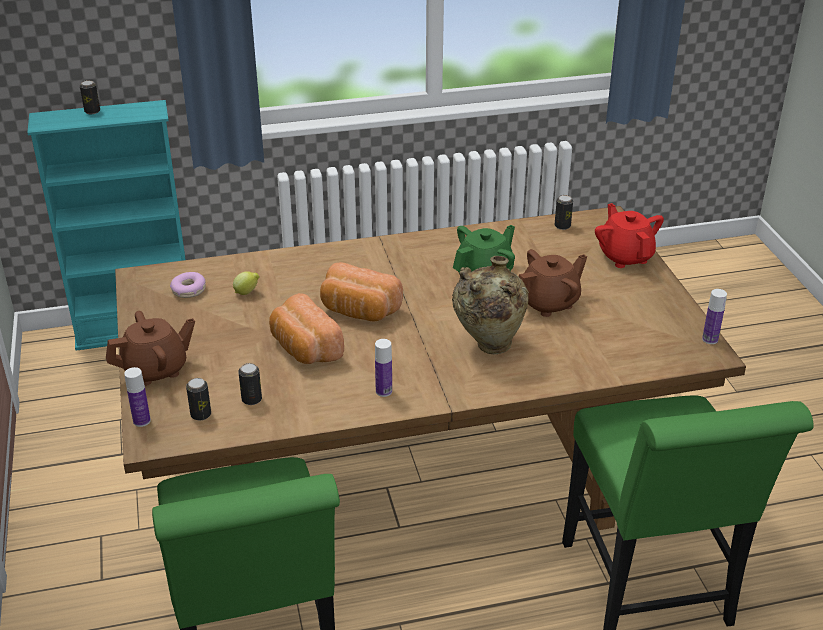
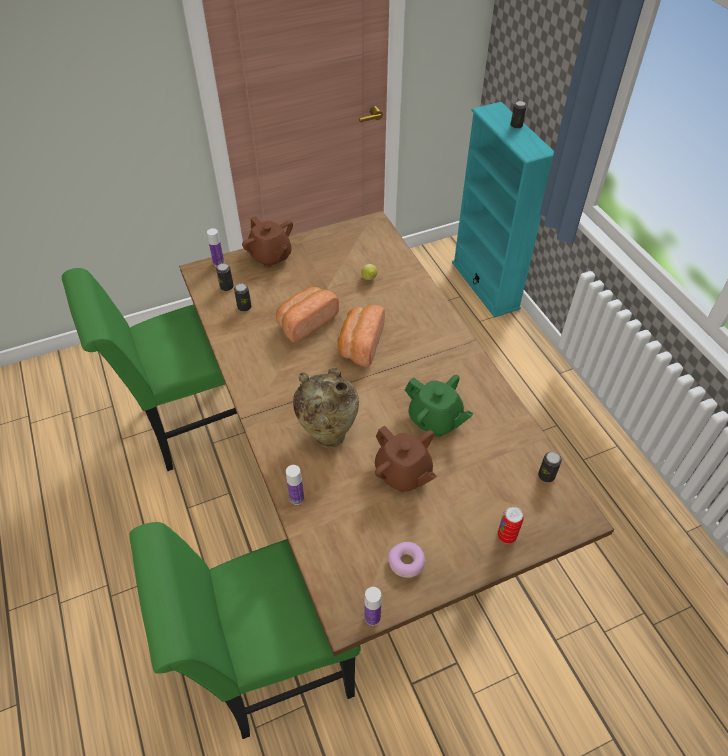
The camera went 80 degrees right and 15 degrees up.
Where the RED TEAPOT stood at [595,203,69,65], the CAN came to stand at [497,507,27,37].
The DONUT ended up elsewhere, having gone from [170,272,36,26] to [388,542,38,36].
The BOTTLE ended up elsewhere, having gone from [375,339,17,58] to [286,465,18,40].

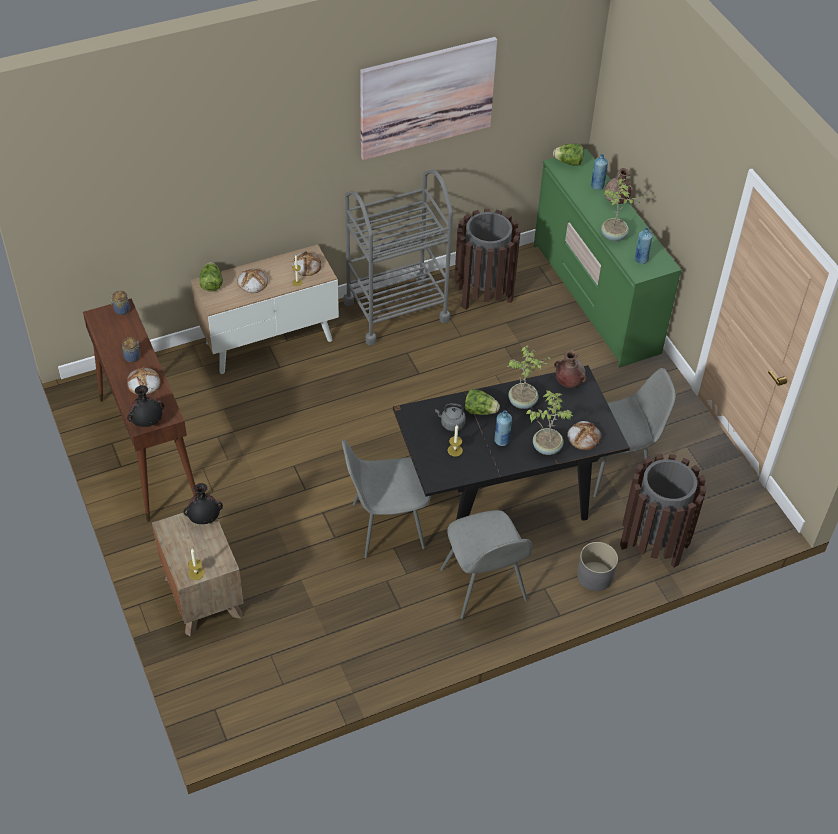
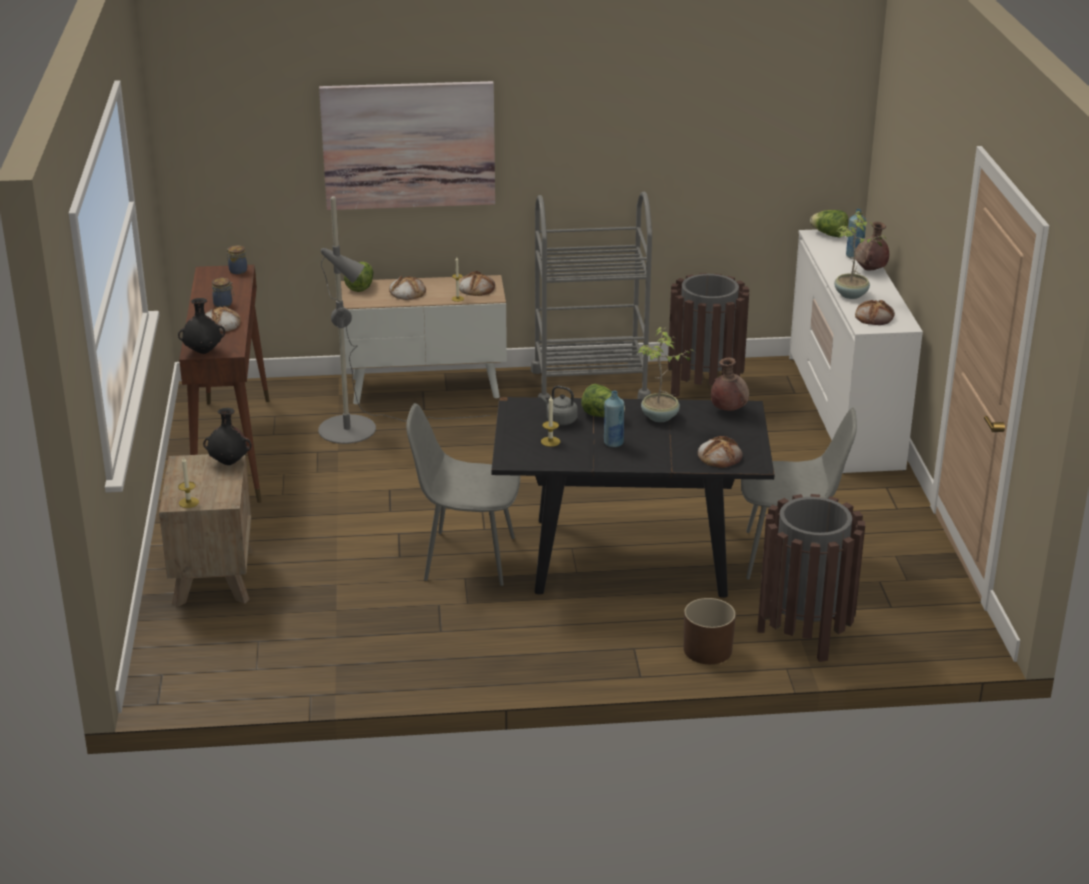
The camera went 20 degrees right and 20 degrees down.
The PICTURE ended up elsewhere, having gone from [360,37,137,123] to [319,81,176,129].
What was the GREEN DRESSER at [534,149,147,218] turned into the WHITE DRESSER at [789,229,134,245].
Where the BLUE BOTTLE stood at [635,227,18,37], the BREAD came to stand at [855,300,40,25].
The second view lost the POTTED PLANT at [526,390,47,65].
The second view lost the GREY CHAIR at [440,510,92,109].
What was the GREY PLANTER at [577,542,41,49] turned into the BROWN PLANTER at [684,598,52,66].
The second view gained the GREY FLOOR LAMP at [318,196,172,248].

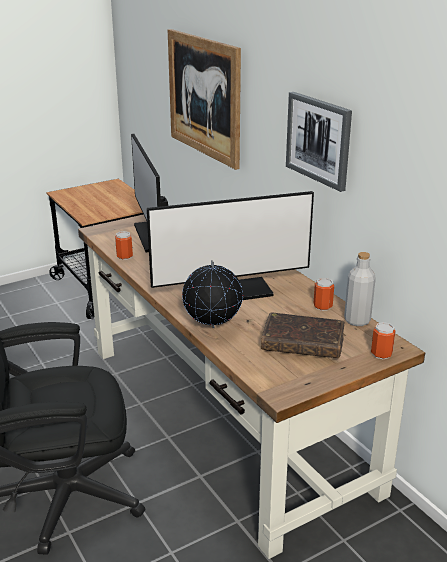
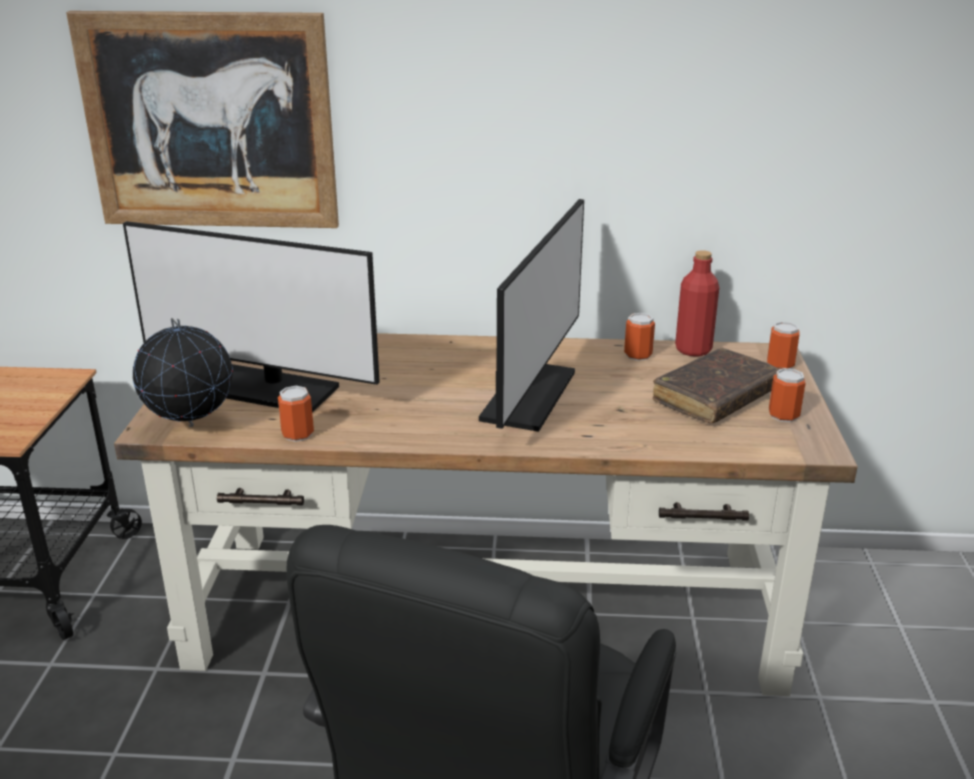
The camera went 55 degrees left and 0 degrees up.
The second view lost the PICTURE at [286,92,66,100].
What was the GREY BOTTLE at [344,252,32,74] turned into the RED BOTTLE at [675,250,44,106].
The GLOBE ended up elsewhere, having gone from [182,260,61,68] to [133,318,100,109].
The second view gained the CAN at [769,368,37,54].

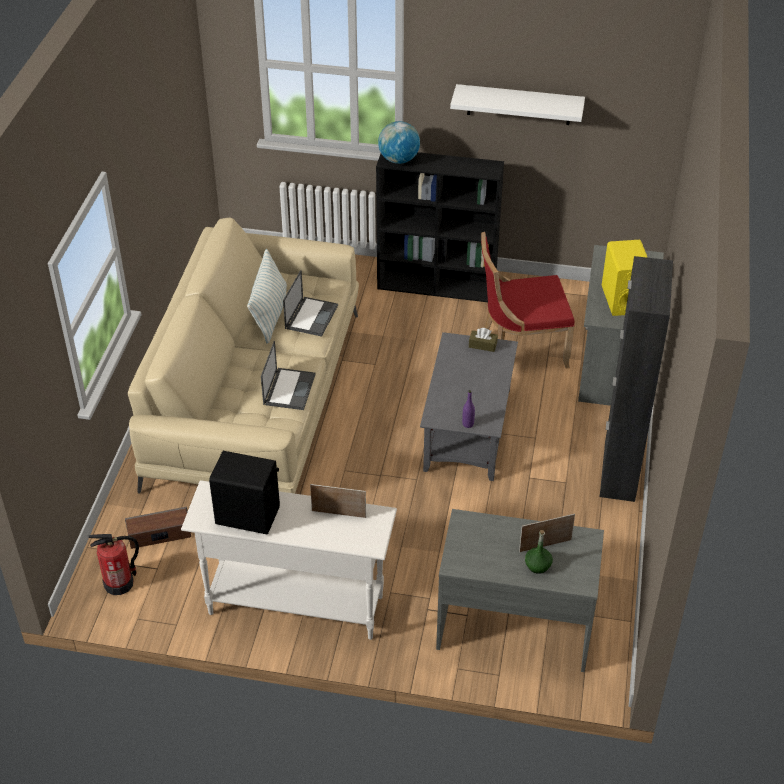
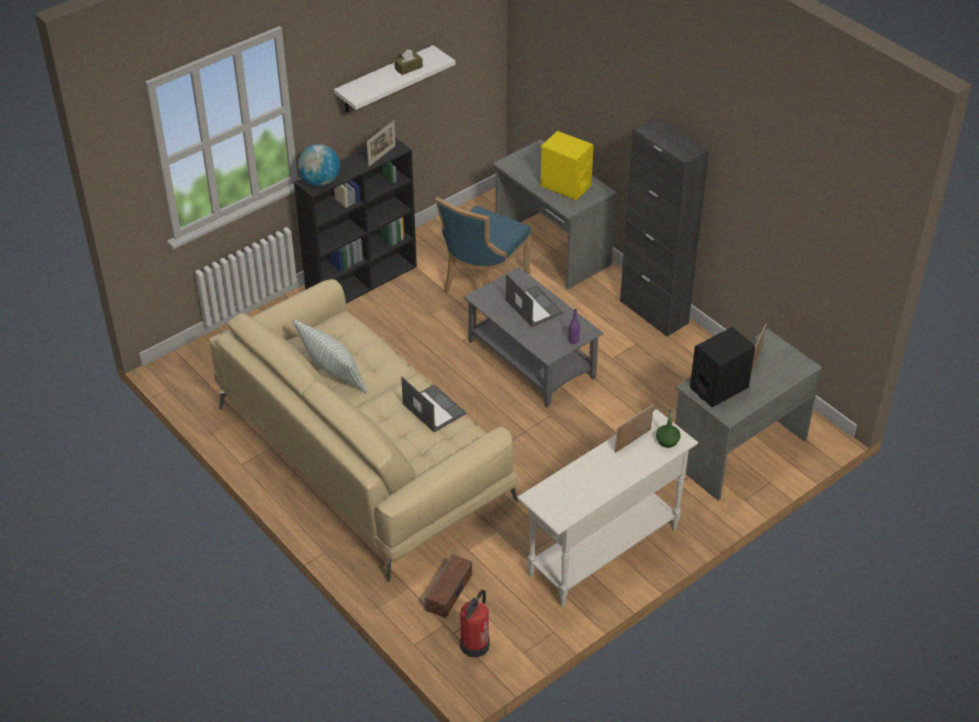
The camera went 50 degrees left and 0 degrees up.
What was the RED CHAIR at [481,232,94,136] turned into the BLUE CHAIR at [435,197,96,96].
The LAPTOP ended up elsewhere, having gone from [283,270,55,67] to [506,273,57,54].
The BROWN TISSUE BOX ended up elsewhere, having gone from [469,328,29,24] to [395,50,28,25].
The BLACK SPEAKER ended up elsewhere, having gone from [209,451,71,84] to [690,327,65,80].
The GREEN BOTTLE ended up elsewhere, having gone from [525,530,28,44] to [656,407,25,41].
The second view gained the PICTURE FRAME at [367,120,29,47].

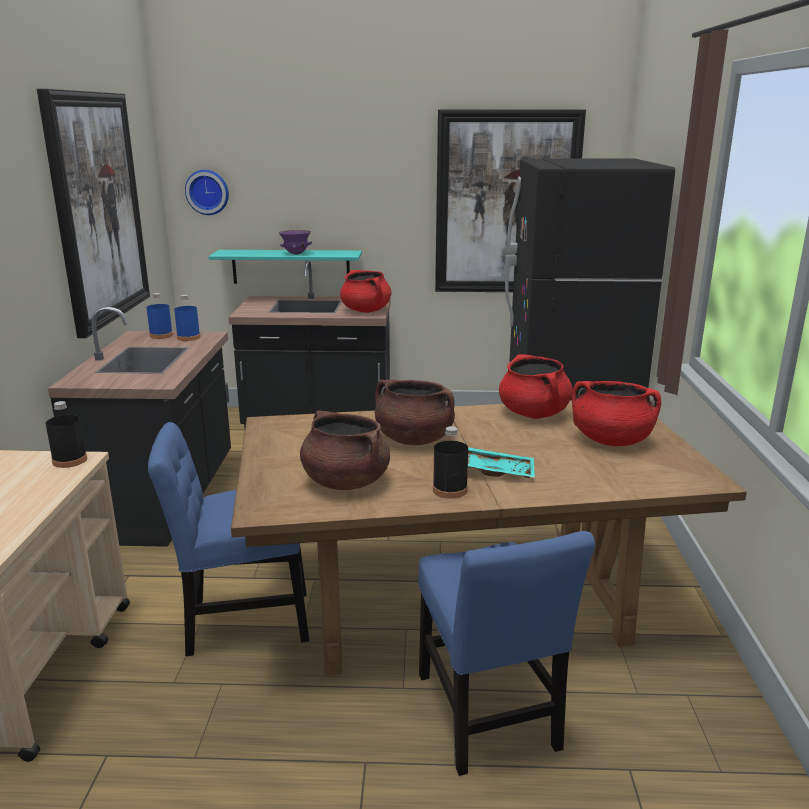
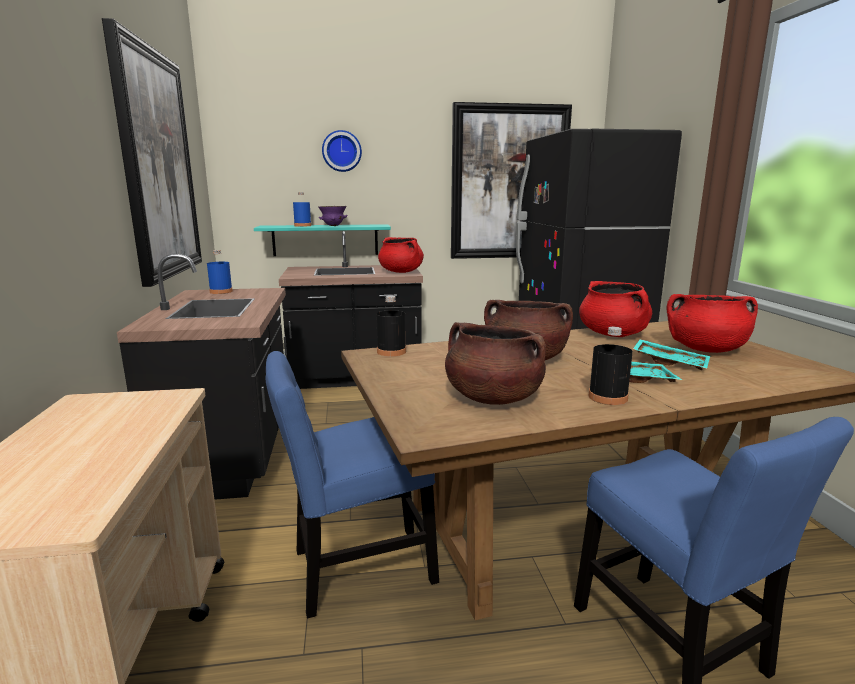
The camera went 10 degrees left and 5 degrees down.
The WALL CLOCK ended up elsewhere, having gone from [185,170,44,45] to [322,130,40,42].
The BLUE BOTTLE ended up elsewhere, having gone from [174,295,26,46] to [293,192,19,35].
The BLACK BOTTLE ended up elsewhere, having gone from [46,401,41,67] to [376,296,30,60].
The second view gained the TURQUOISE TRAY at [633,339,77,31].

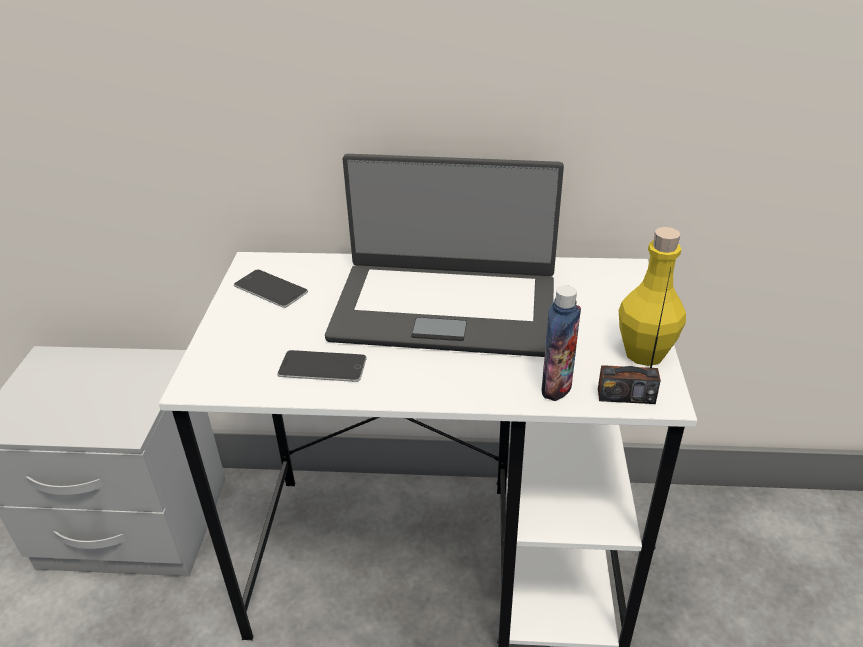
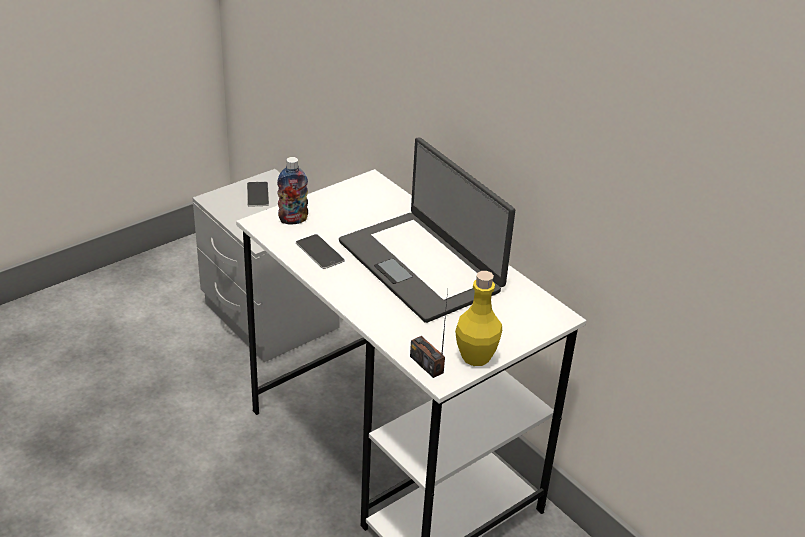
The camera went 45 degrees right and 0 degrees up.
The PHONE ended up elsewhere, having gone from [234,269,74,39] to [247,182,22,25].
The BOTTLE ended up elsewhere, having gone from [542,285,39,116] to [277,157,31,67].

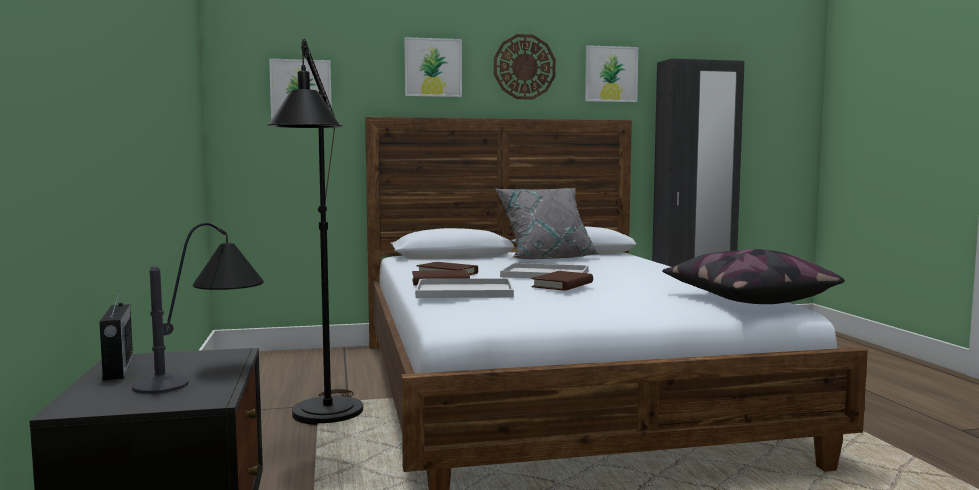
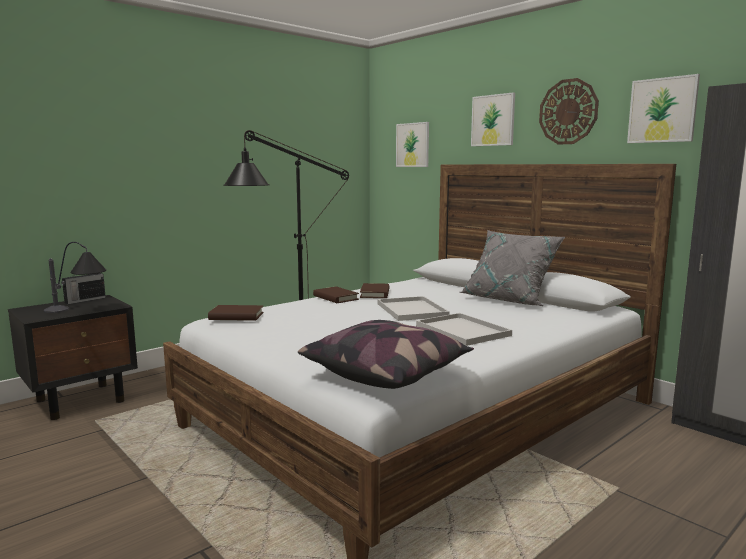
The camera went 60 degrees right and 5 degrees up.
The BROWN BOOK ended up elsewhere, having gone from [531,271,62,20] to [208,305,56,16].
The WHITE TRAY ended up elsewhere, having gone from [415,278,99,20] to [416,313,96,33].

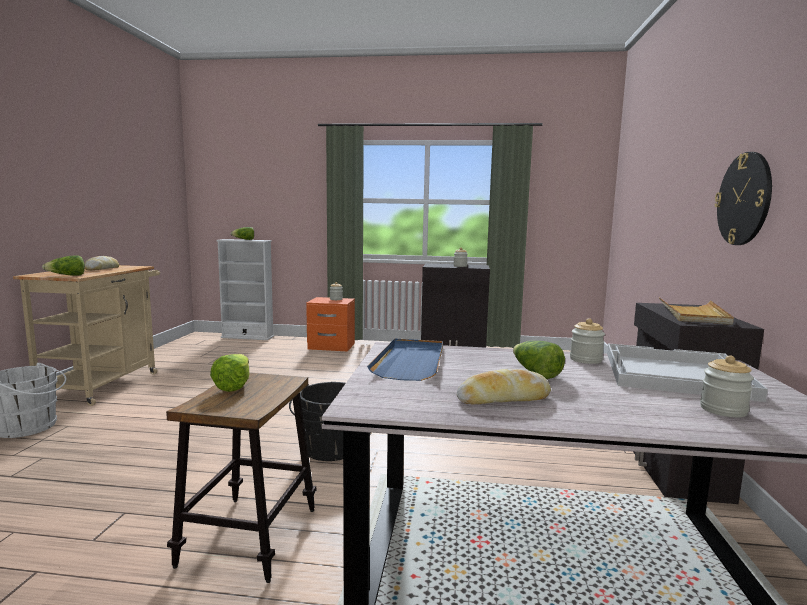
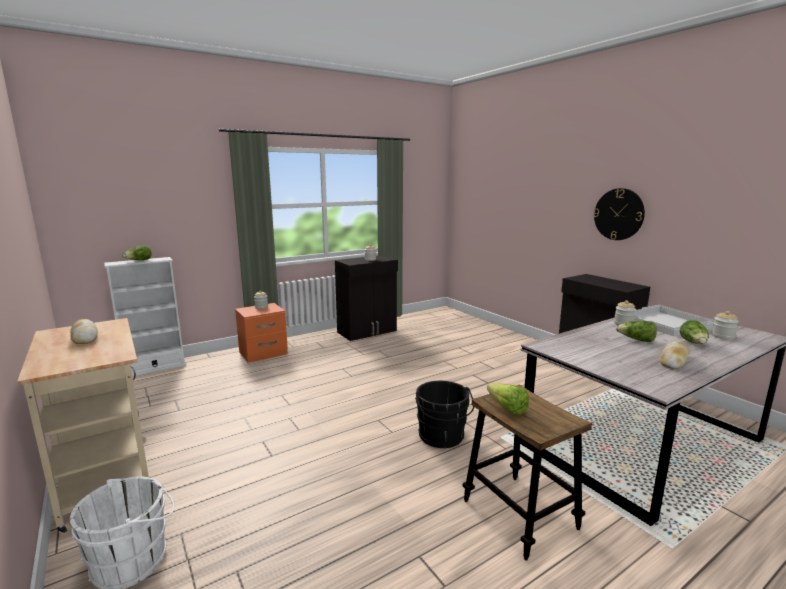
The camera went 40 degrees left and 5 degrees up.
The LETTUCE ended up elsewhere, having gone from [42,255,43,21] to [680,320,29,24].
The second view lost the BEIGE TRAY at [659,297,75,28].
The second view lost the BLUE TRAY at [367,338,76,43].

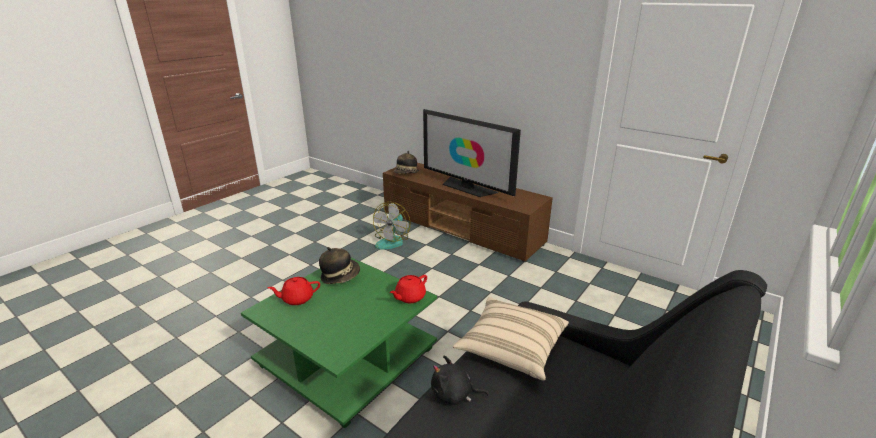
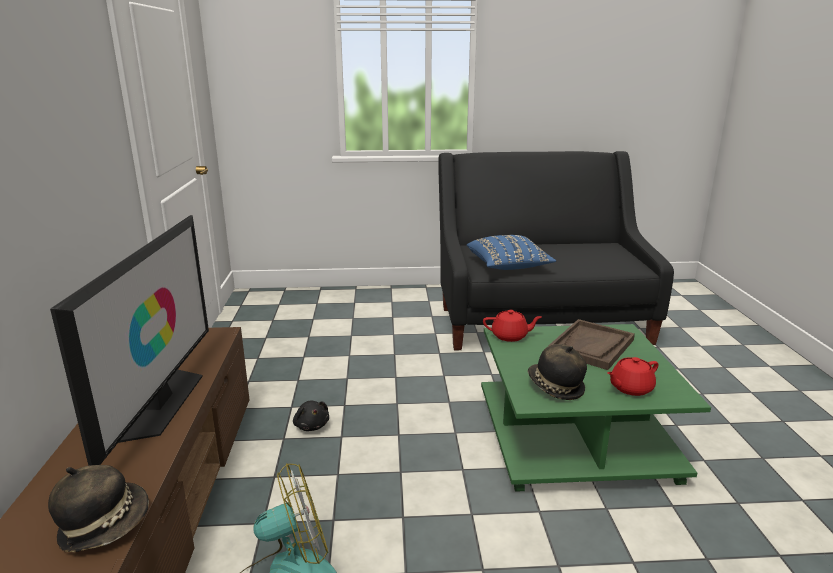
The camera went 130 degrees left and 5 degrees down.
The RED TEAPOT at [268,277,52,28] ended up facing another way, 120 degrees clockwise from before.
What was the BEIGE PILLOW at [453,297,116,84] turned into the BLUE PILLOW at [467,235,89,35].
The BLACK PLUSH TOY ended up elsewhere, having gone from [431,356,58,49] to [293,401,36,30].
The second view gained the BROWN TRAY at [548,319,87,51].

